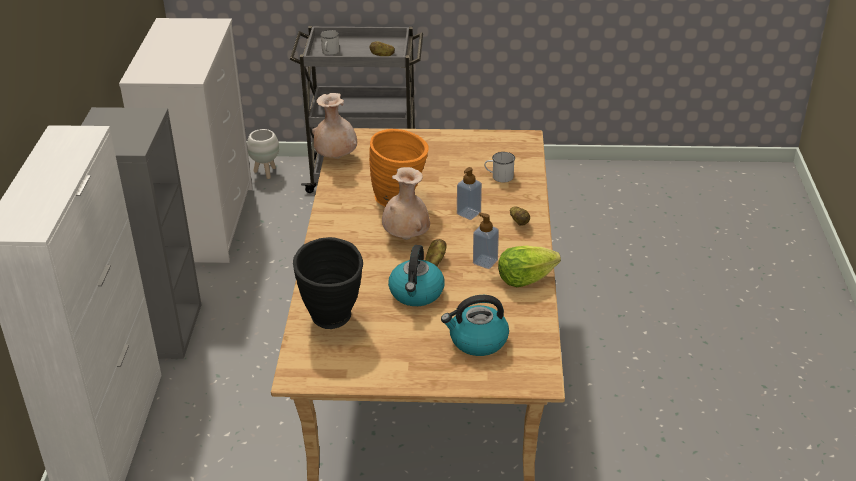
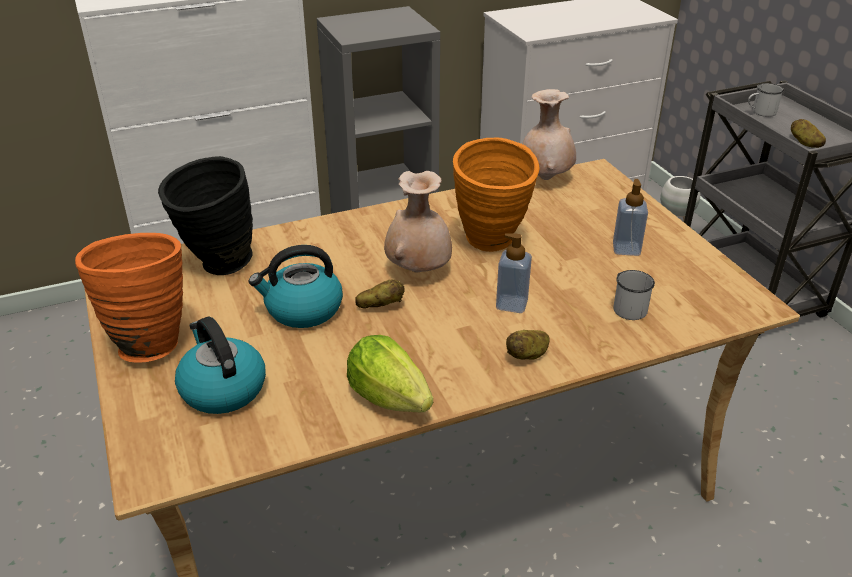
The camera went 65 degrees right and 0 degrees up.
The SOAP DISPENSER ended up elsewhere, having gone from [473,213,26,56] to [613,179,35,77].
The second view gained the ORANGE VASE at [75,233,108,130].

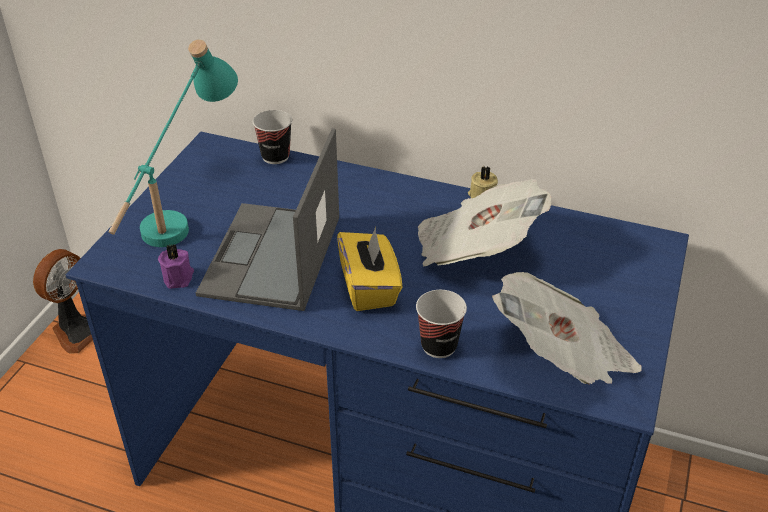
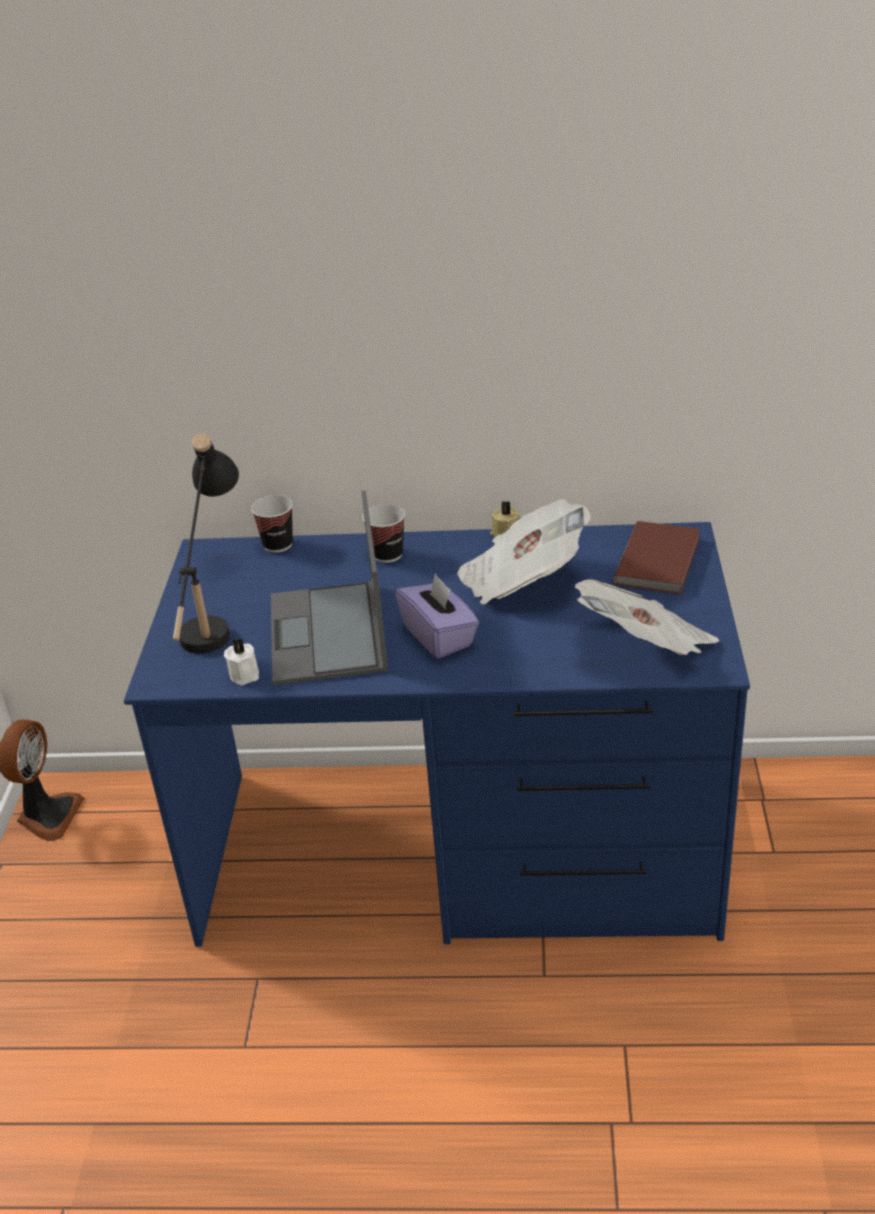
The camera went 15 degrees left and 5 degrees down.
What was the TURQUOISE TABLE LAMP at [109,40,129,207] turned into the BLACK TABLE LAMP at [173,433,66,221].
What was the YELLOW TISSUE BOX at [337,227,66,84] turned into the PURPLE TISSUE BOX at [395,573,84,85].
What was the PURPLE CANDLE at [158,244,36,45] turned into the WHITE CANDLE at [224,638,35,47].
The CUP ended up elsewhere, having gone from [416,290,51,68] to [362,504,43,59].
The second view gained the BROWN BOOK at [613,521,87,73].

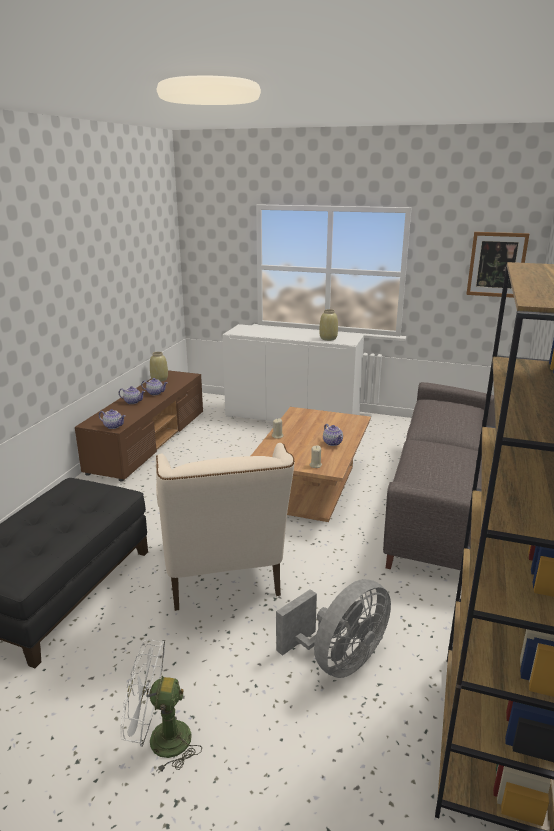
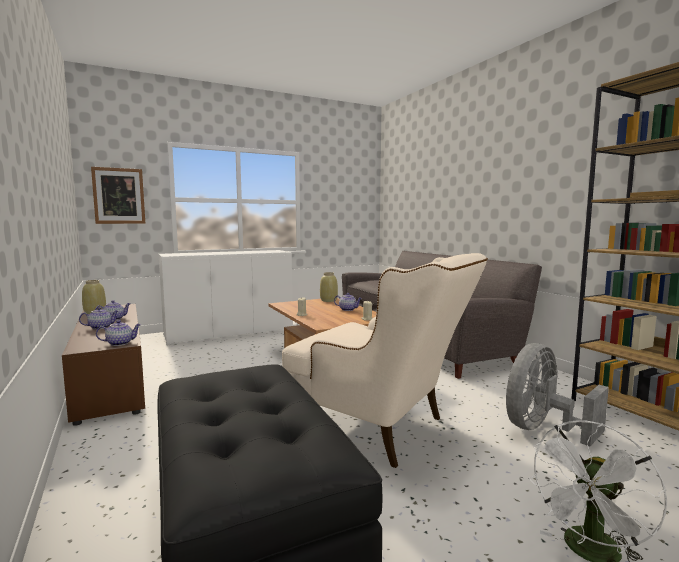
The camera went 45 degrees left and 15 degrees down.
The PICTURE ended up elsewhere, having gone from [466,232,63,66] to [91,167,54,57].
The BEIGE VASE ended up elsewhere, having gone from [319,309,19,32] to [320,272,18,30].
The GREY FAN at [276,579,115,99] ended up facing another way, 135 degrees counterclockwise from before.

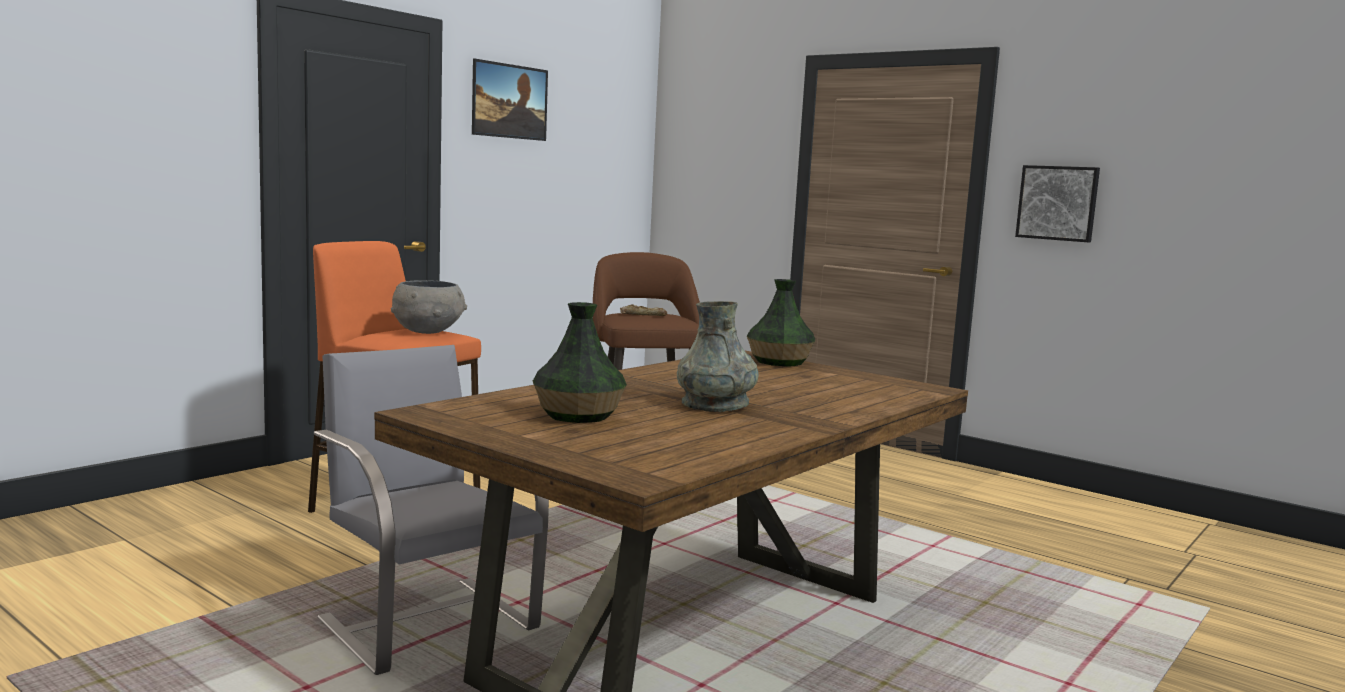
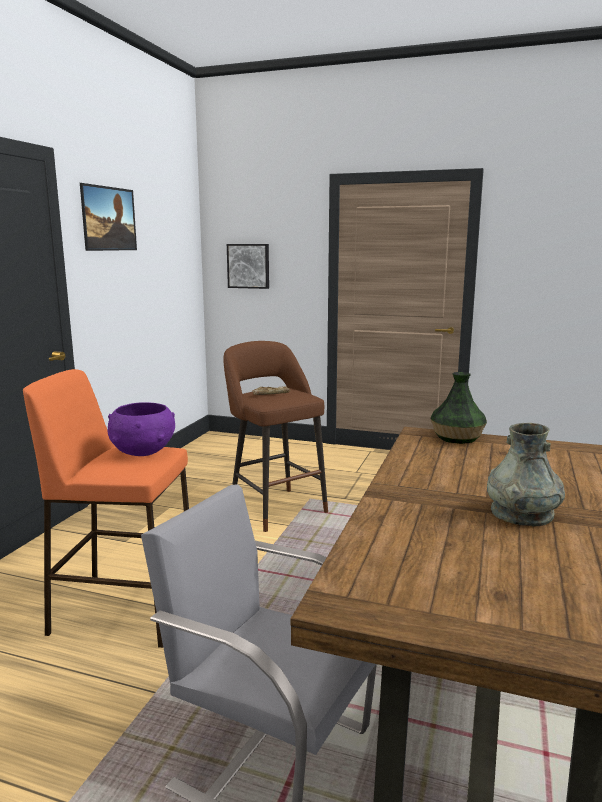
The camera went 20 degrees left and 5 degrees up.
The PICTURE ended up elsewhere, having gone from [1015,165,85,77] to [227,244,42,45].
What was the GREY BOWL at [391,280,76,54] turned into the PURPLE BOWL at [108,402,67,54].
The second view lost the VASE at [533,302,94,121].

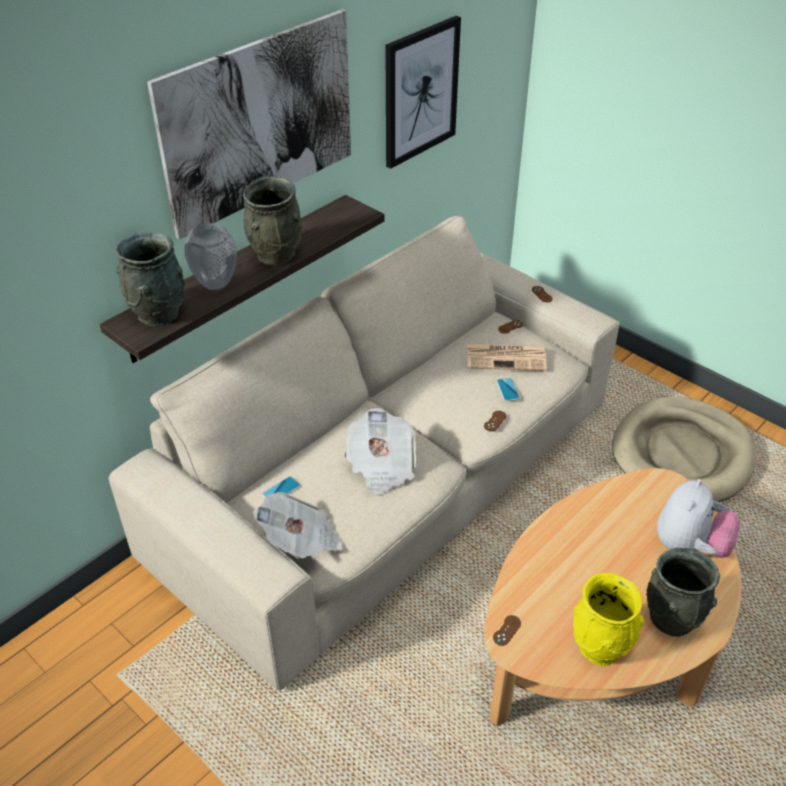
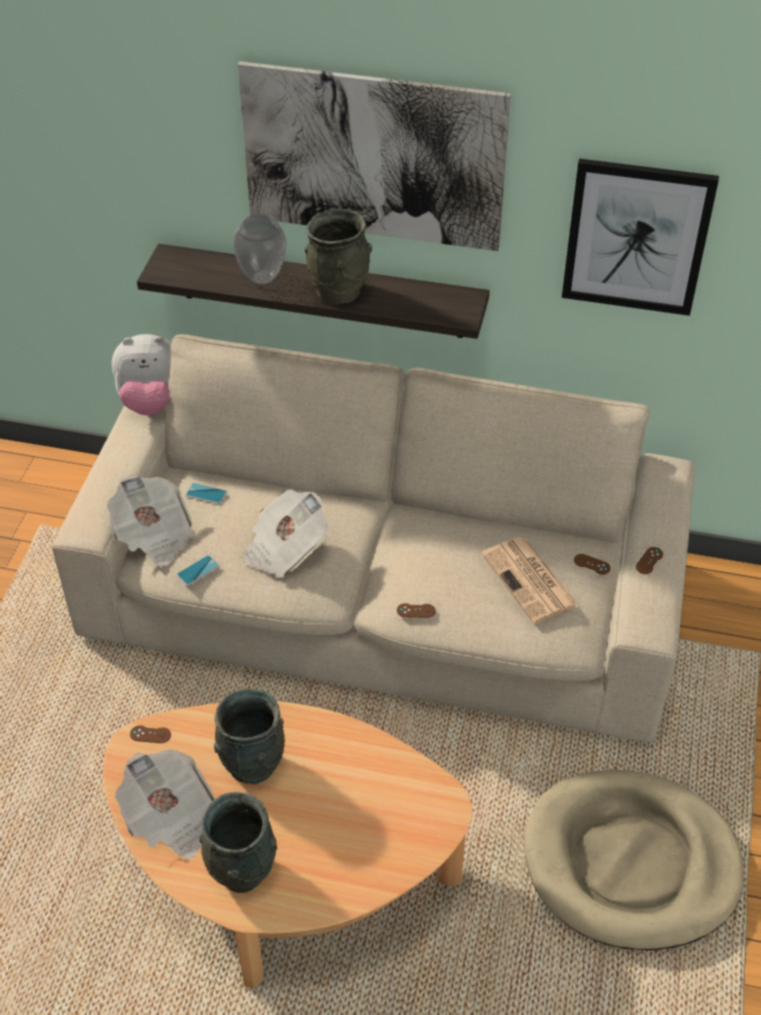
The camera went 60 degrees right and 5 degrees up.
The GREY VASE ended up elsewhere, having gone from [116,232,69,95] to [214,689,71,95].
The PHONE ended up elsewhere, having gone from [496,378,24,23] to [176,555,43,31].
The PLUSH TOY ended up elsewhere, having gone from [657,479,83,79] to [112,334,59,81].
Where the YELLOW VASE stood at [573,573,71,93], the NEWSPAPER came to stand at [115,749,100,110].

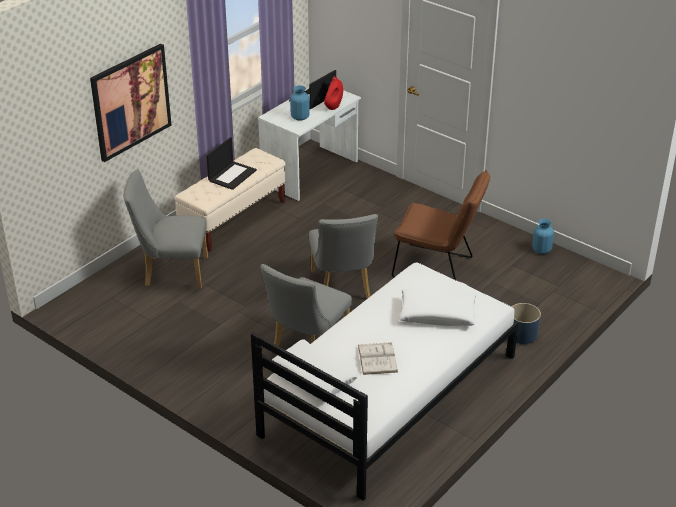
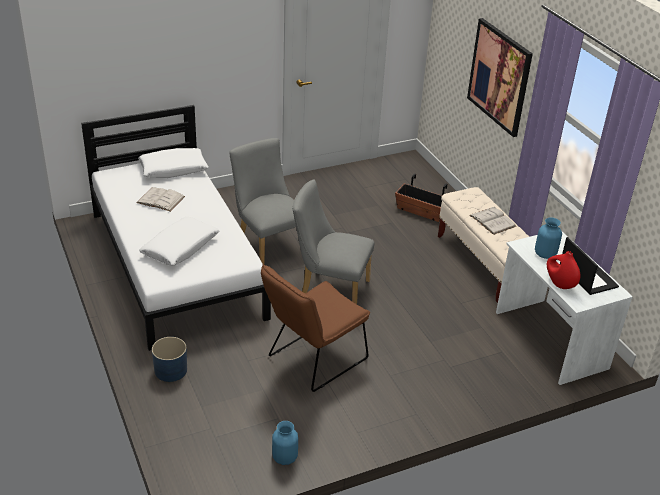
The camera went 115 degrees right and 0 degrees up.
Where the LAPTOP stood at [206,137,51,53], the WHITE BOOK came to stand at [469,207,47,28].
Where the GREY CHAIR stood at [123,169,85,120], the PLANTER came to stand at [395,173,52,49].

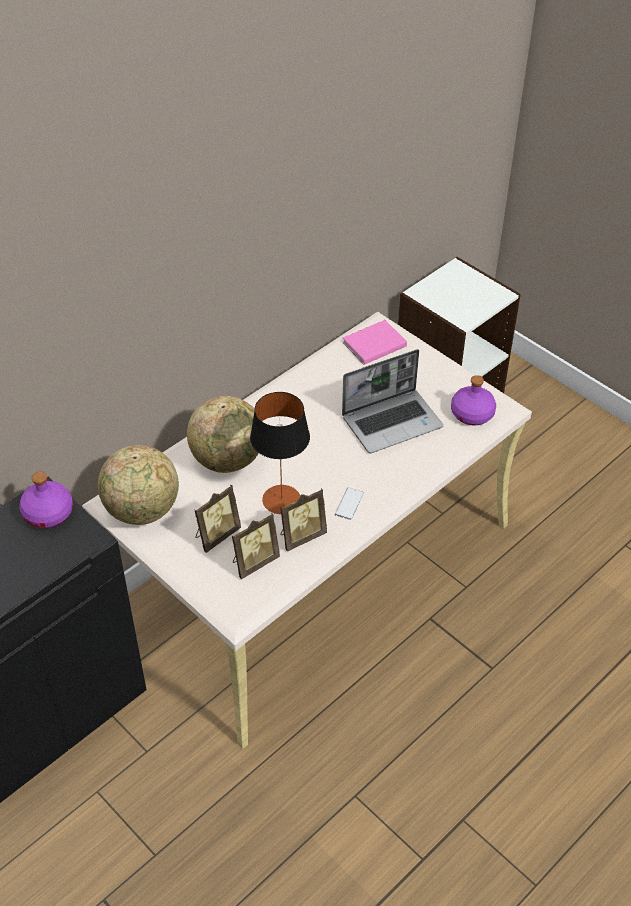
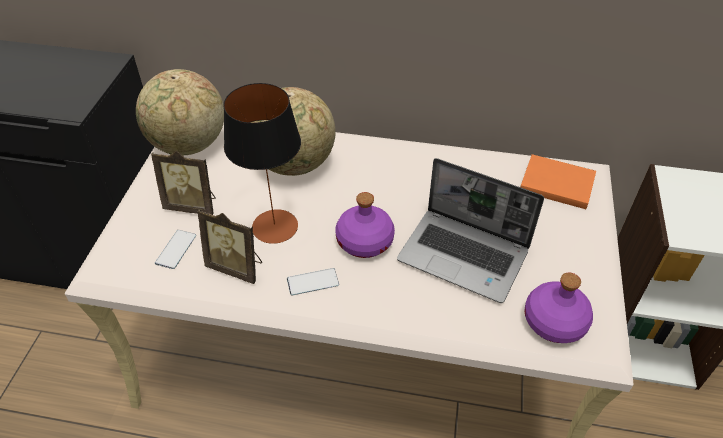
The camera went 55 degrees right and 0 degrees up.
What was the PINK BOOK at [343,320,64,45] turned into the ORANGE BOOK at [521,154,75,55].
The PURPLE BOTTLE ended up elsewhere, having gone from [19,471,54,57] to [335,192,60,66].
Where the PICTURE FRAME stood at [232,513,48,66], the PHONE came to stand at [155,230,41,39].

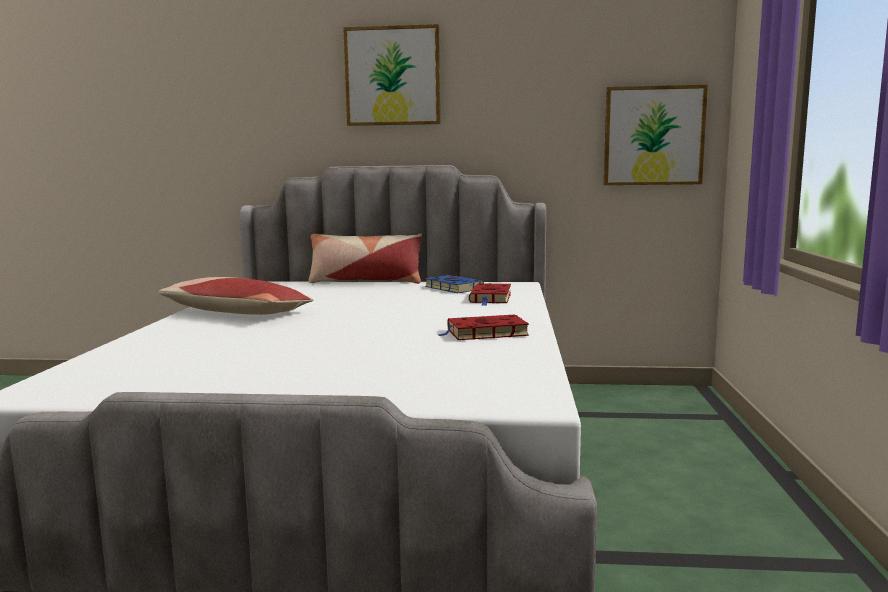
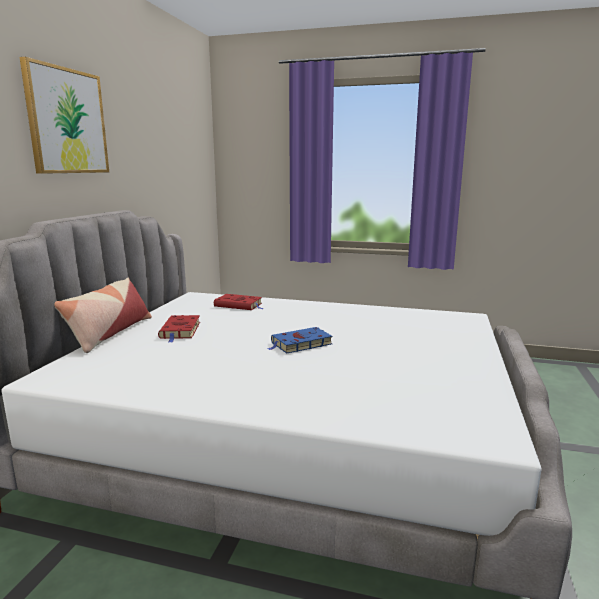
The camera went 80 degrees left and 5 degrees up.
The second view lost the PICTURE at [604,85,104,100].
The BLUE BOOK ended up elsewhere, having gone from [425,275,59,18] to [267,327,66,27].
The second view lost the PILLOW at [158,277,156,38].
The RED BOOK ended up elsewhere, having gone from [437,315,92,25] to [158,315,42,28].

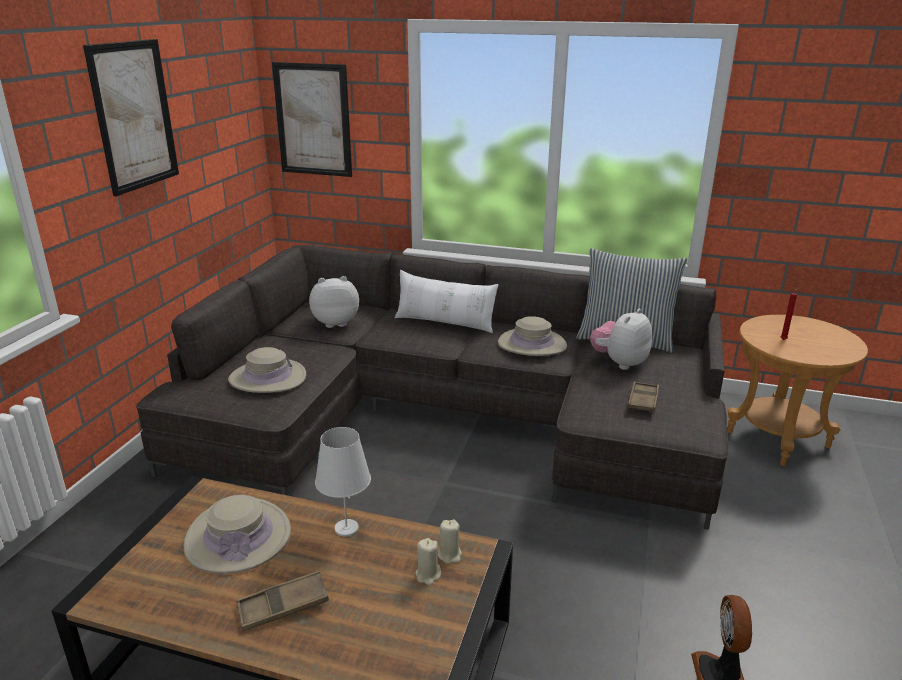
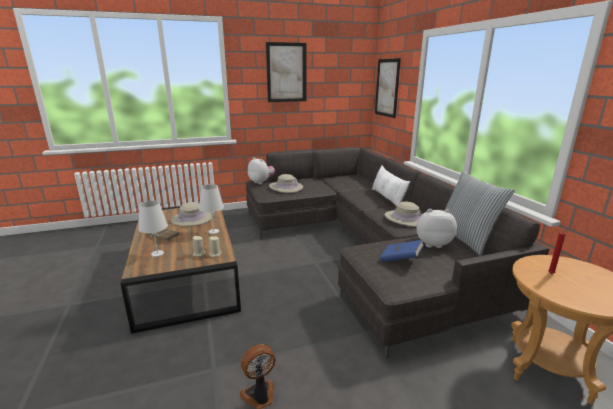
The camera went 55 degrees right and 5 degrees down.
The PLUSH TOY ended up elsewhere, having gone from [309,276,50,52] to [248,157,27,27].
Where the BROWN TRAY stood at [628,381,31,32], the BLUE BOOK came to stand at [380,240,44,22].
The second view gained the WHITE TABLE LAMP at [138,201,30,56].

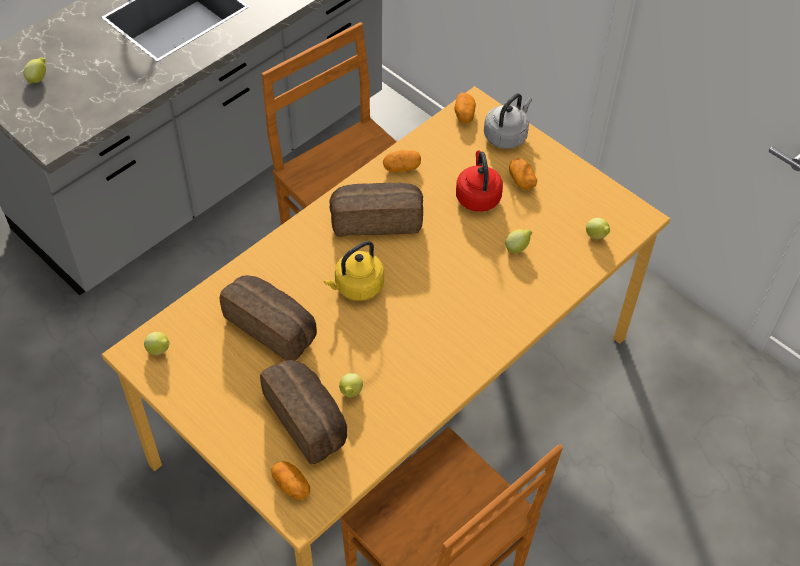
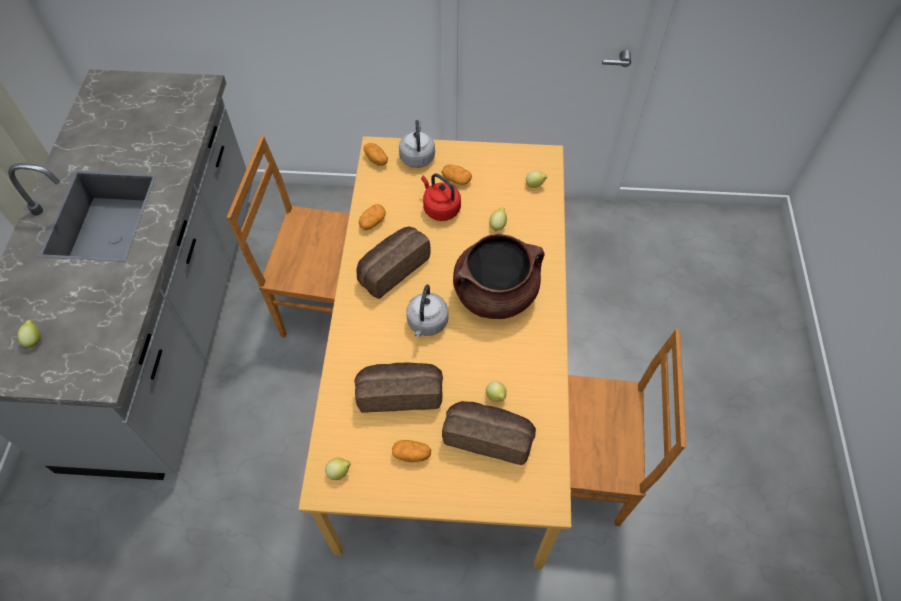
The camera went 40 degrees left and 5 degrees up.
What was the YELLOW KETTLE at [324,241,60,60] turned into the GREY KETTLE at [406,284,42,53].
The POTATO ended up elsewhere, having gone from [271,461,39,39] to [392,440,39,22].
The second view gained the BROWN COOKING POT at [453,234,92,85].

